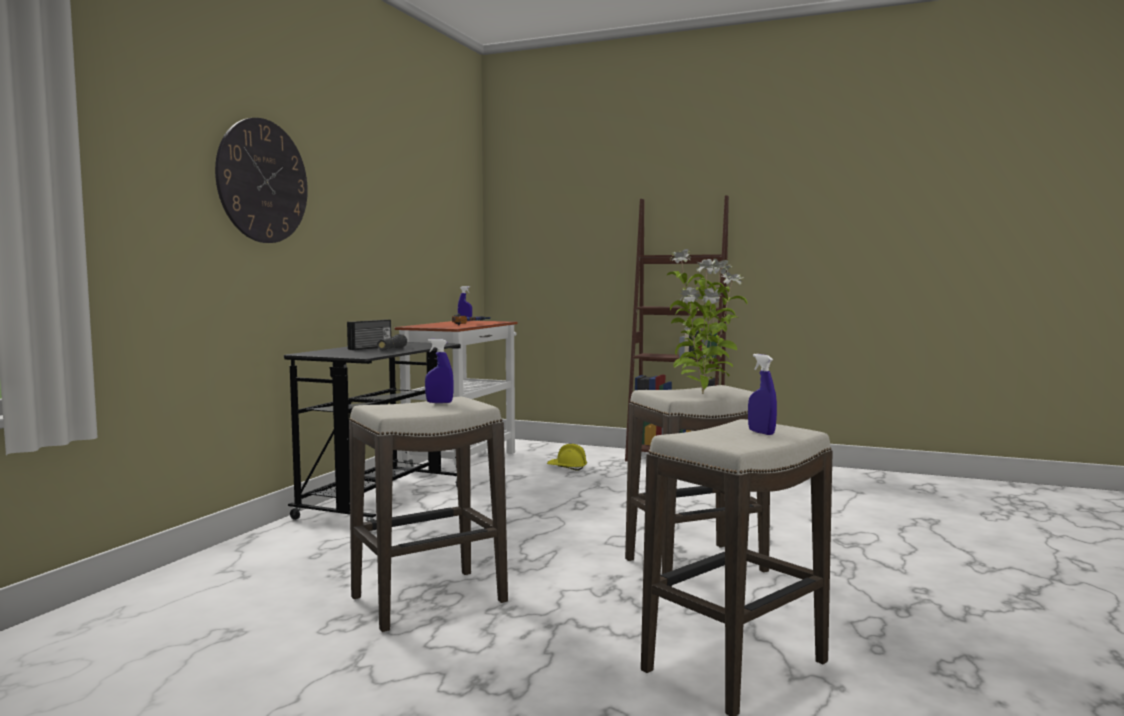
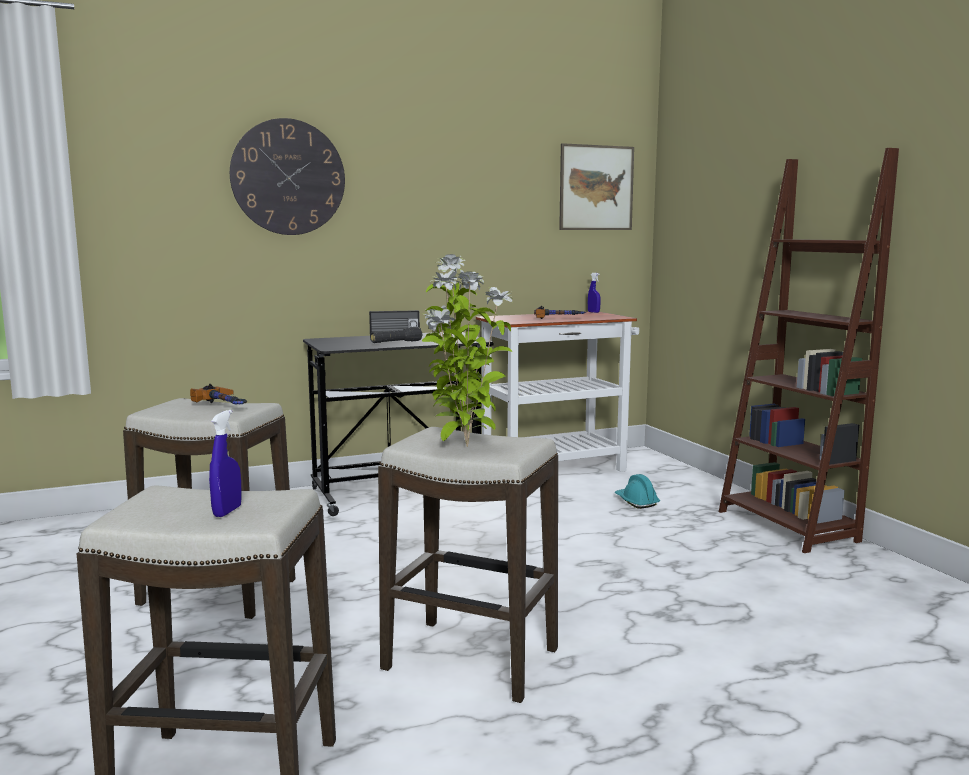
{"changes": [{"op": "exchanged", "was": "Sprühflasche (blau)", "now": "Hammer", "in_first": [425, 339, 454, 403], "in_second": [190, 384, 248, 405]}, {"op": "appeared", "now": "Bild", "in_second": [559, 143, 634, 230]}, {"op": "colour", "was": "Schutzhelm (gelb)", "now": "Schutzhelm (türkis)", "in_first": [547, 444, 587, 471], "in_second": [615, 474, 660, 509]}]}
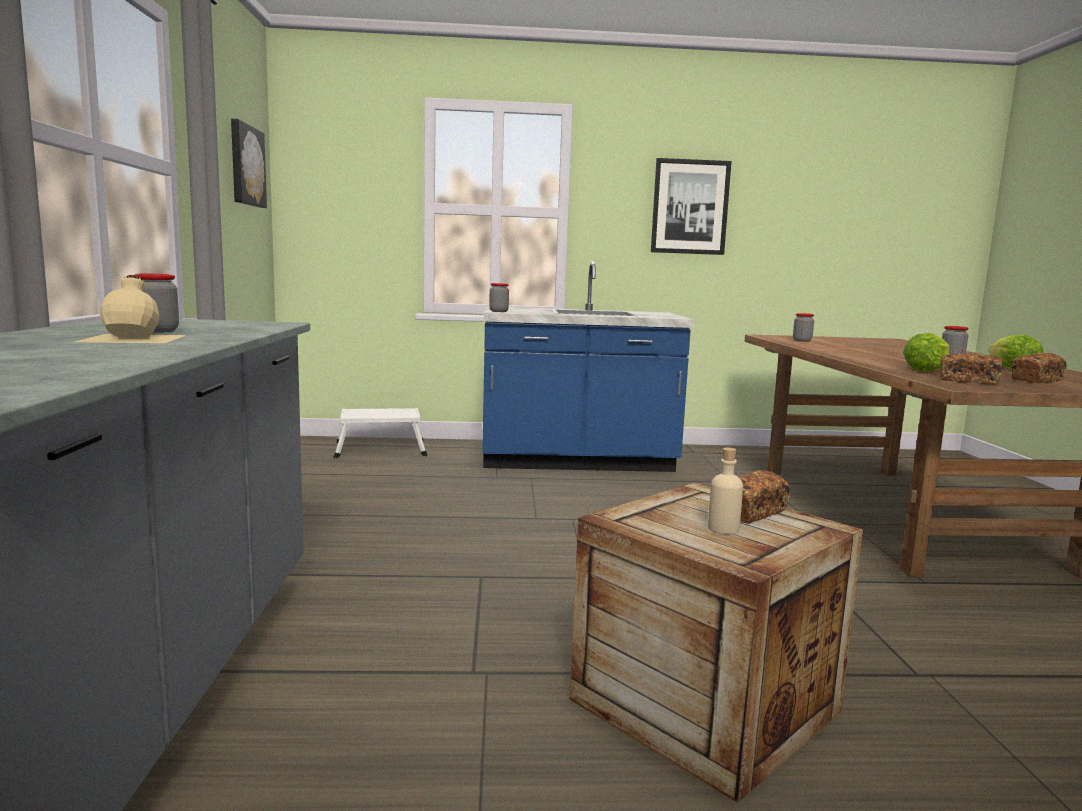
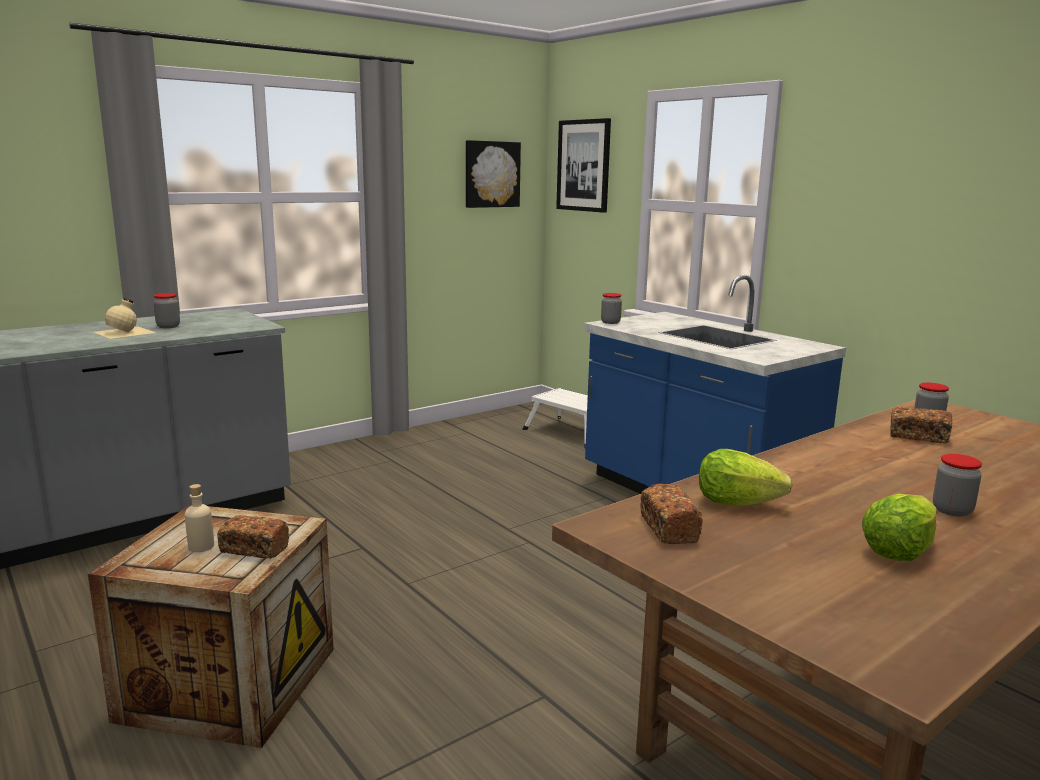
{"changes": [{"op": "relocated", "was": "Bild", "in_first": [651, 158, 732, 255], "in_second": [556, 118, 611, 213]}, {"op": "relocated", "was": "Brot", "in_first": [1011, 353, 1067, 383], "in_second": [890, 407, 952, 443]}]}
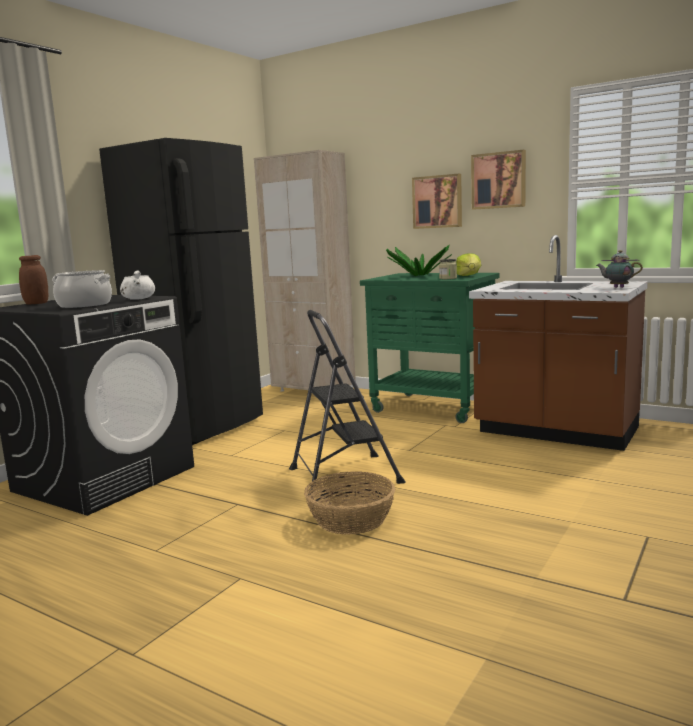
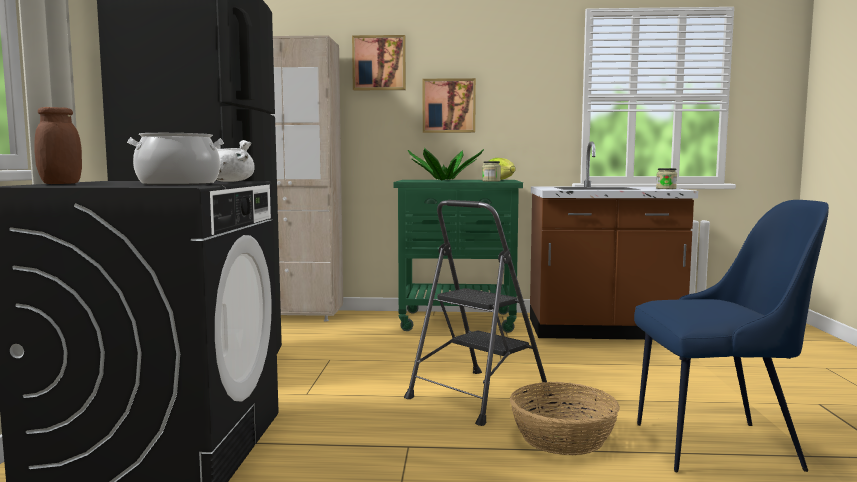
{"changes": [{"op": "relocated", "was": "Bild", "in_first": [471, 150, 526, 210], "in_second": [352, 35, 406, 90]}, {"op": "appeared", "now": "Stuhl (blau)", "in_second": [634, 200, 829, 472]}, {"op": "exchanged", "was": "Teekanne", "now": "Vorratsglas", "in_first": [596, 250, 643, 288], "in_second": [656, 168, 677, 189]}]}
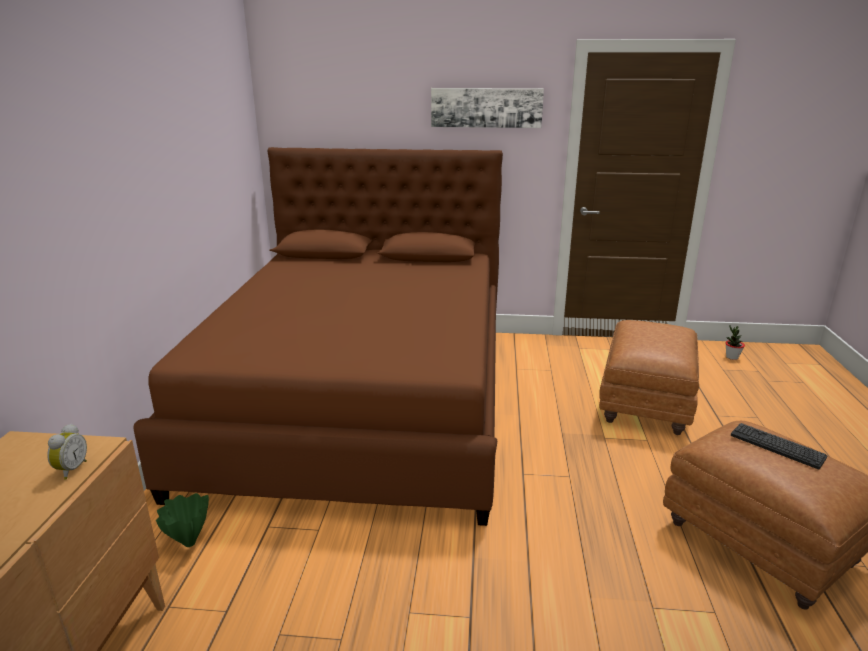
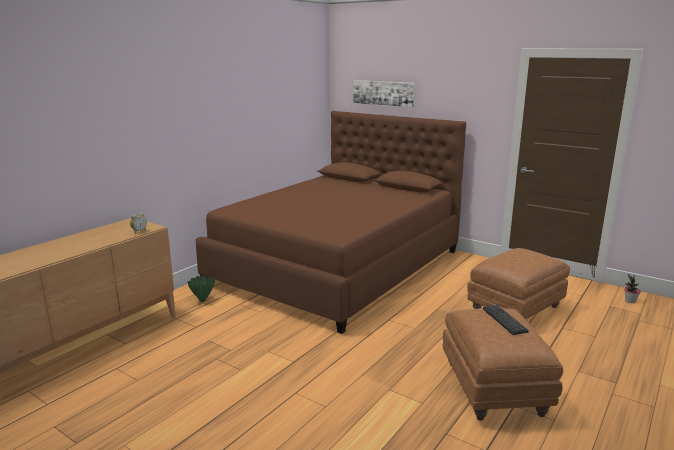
{"changes": [{"op": "relocated", "was": "Bild", "in_first": [431, 88, 544, 128], "in_second": [353, 80, 415, 107]}]}
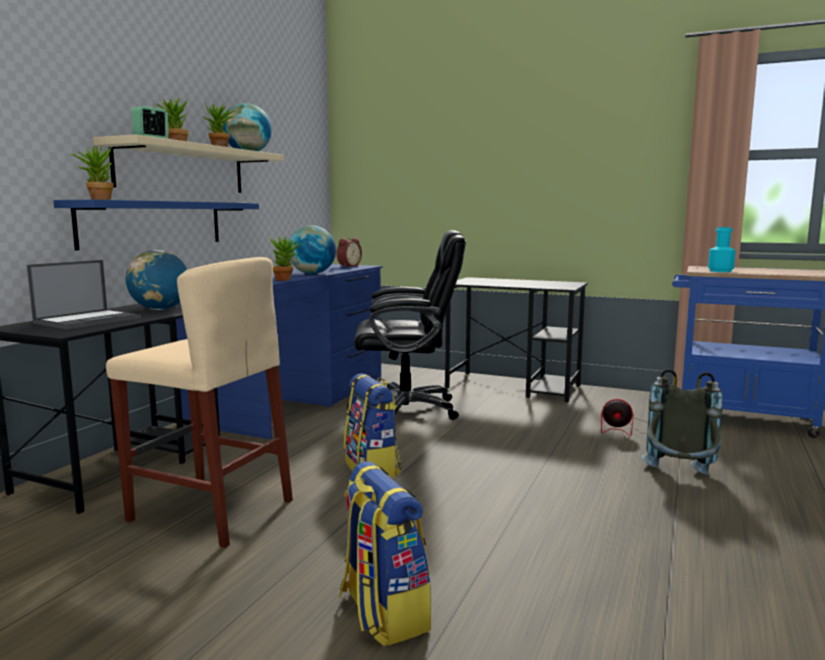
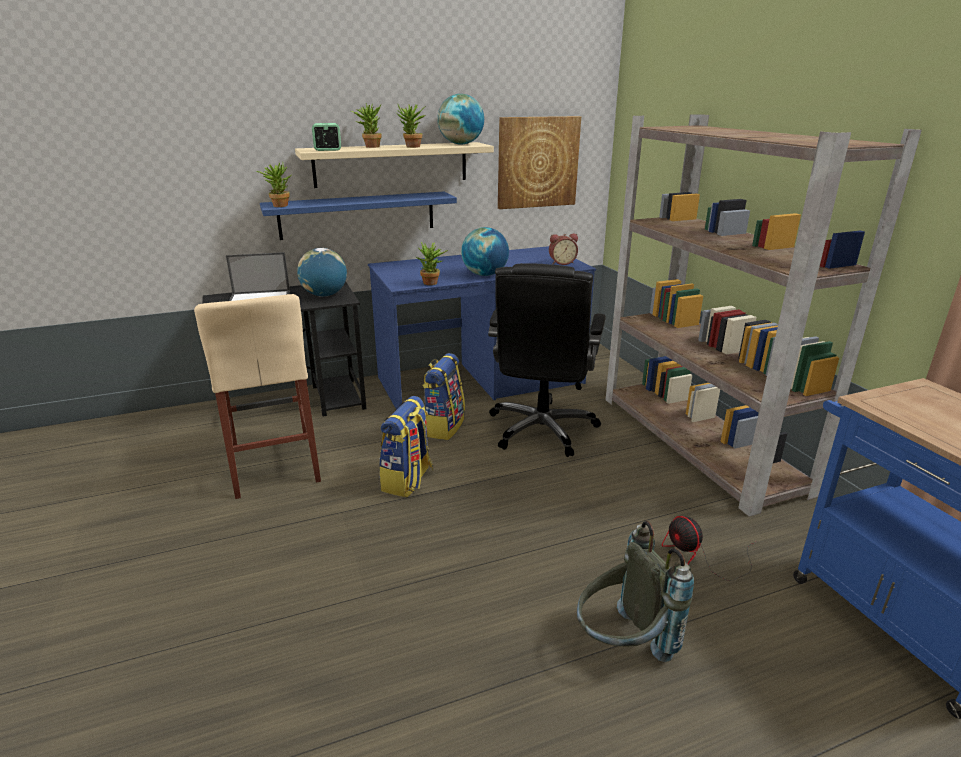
{"changes": [{"op": "relocated", "was": "Rucksack", "in_first": [339, 461, 431, 647], "in_second": [422, 353, 465, 440]}, {"op": "spun", "was": "Bürostuhl (schwarz)", "in_first": [347, 230, 466, 420], "in_second": [488, 263, 606, 457], "clockwise": 60}, {"op": "appeared", "now": "Bild", "in_second": [498, 116, 581, 209]}, {"op": "exchanged", "was": "Schreibtisch (schwarz)", "now": "Bücherregal (braun)", "in_first": [445, 277, 588, 402], "in_second": [606, 114, 922, 517]}, {"op": "missing", "was": "Flasche (türkis)", "in_first": [708, 227, 736, 272]}]}
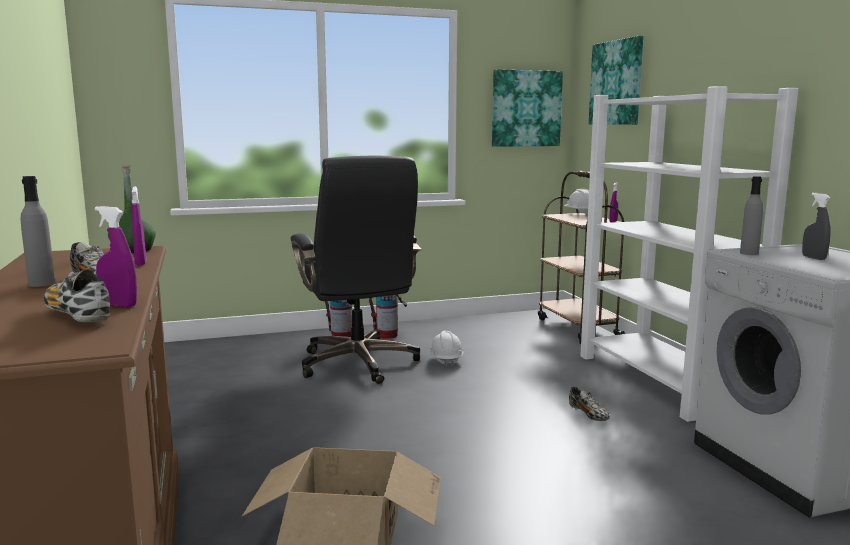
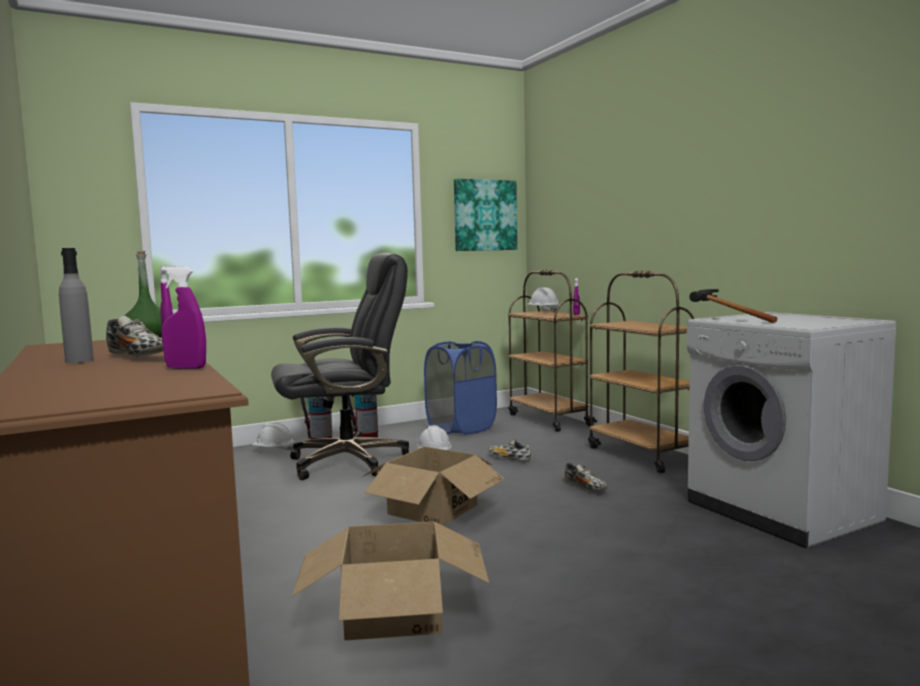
{"changes": [{"op": "appeared", "now": "Schutzhelm (weiß)", "in_second": [252, 422, 294, 451]}, {"op": "spun", "was": "Bürostuhl (schwarz)", "in_first": [290, 156, 422, 384], "in_second": [271, 253, 409, 480], "clockwise": -75}, {"op": "appeared", "now": "Karton", "in_second": [362, 447, 505, 526]}, {"op": "appeared", "now": "Wäschekorb (blau)", "in_second": [424, 341, 497, 434]}, {"op": "relocated", "was": "Schuh", "in_first": [44, 269, 110, 322], "in_second": [488, 439, 531, 461]}, {"op": "exchanged", "was": "Bücherregal (weiß)", "now": "Rollwagen (braun)", "in_first": [580, 86, 798, 422], "in_second": [588, 271, 694, 473]}, {"op": "exchanged", "was": "Flasche (grau)", "now": "Hammer", "in_first": [740, 176, 763, 255], "in_second": [689, 289, 777, 323]}, {"op": "missing", "was": "Bild", "in_first": [589, 36, 643, 125]}, {"op": "missing", "was": "Sprühflasche (grau)", "in_first": [802, 193, 831, 260]}]}
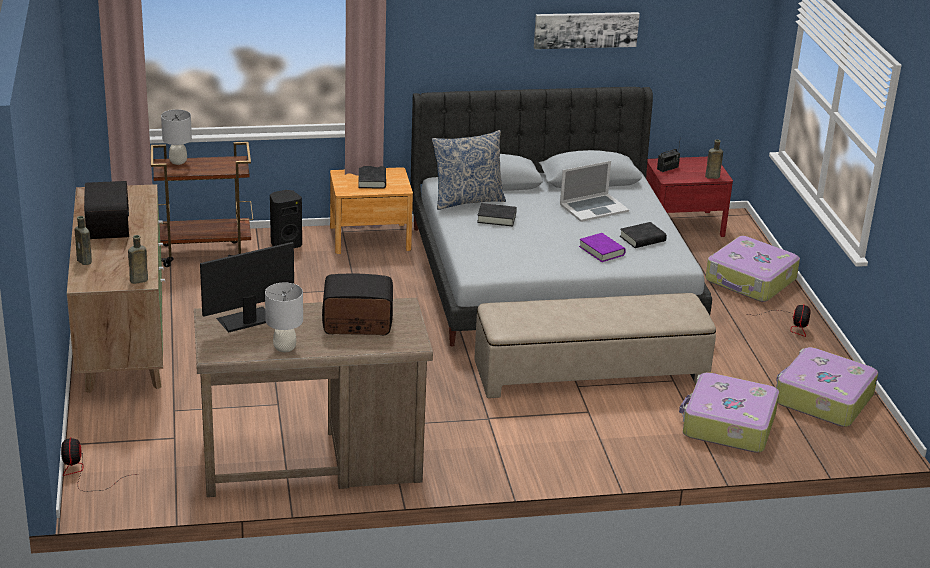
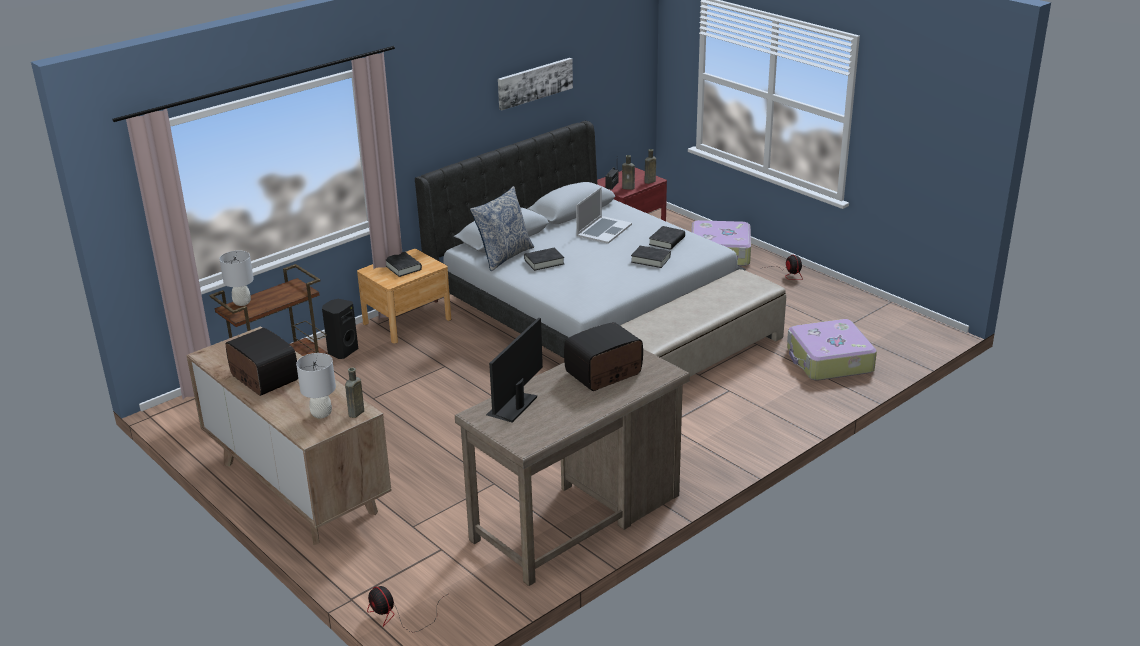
{"changes": [{"op": "relocated", "was": "Tischlampe (grau)", "in_first": [265, 283, 303, 353], "in_second": [296, 353, 336, 418]}, {"op": "relocated", "was": "Flasche (braun)", "in_first": [75, 216, 92, 265], "in_second": [622, 155, 635, 190]}, {"op": "colour", "was": "Buch (lila)", "now": "Buch (schwarz)", "in_first": [579, 233, 626, 262], "in_second": [631, 246, 671, 268]}, {"op": "missing", "was": "Koffer", "in_first": [776, 347, 878, 427]}]}
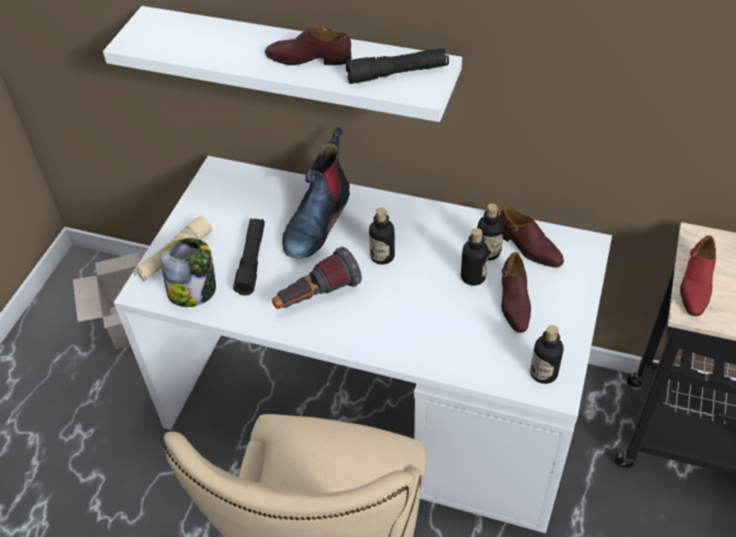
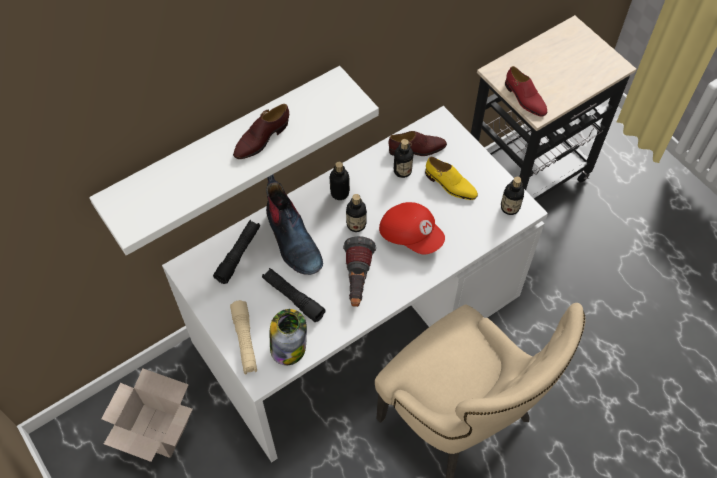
{"changes": [{"op": "relocated", "was": "Taschenlampe (schwarz)", "in_first": [346, 48, 449, 84], "in_second": [213, 220, 260, 284]}, {"op": "relocated", "was": "Flasche", "in_first": [461, 228, 489, 286], "in_second": [329, 162, 350, 200]}, {"op": "appeared", "now": "Kappe (rot)", "in_second": [379, 202, 445, 254]}, {"op": "colour", "was": "Schuh (braun)", "now": "Schuh (gelb)", "in_first": [501, 252, 531, 333], "in_second": [425, 157, 478, 200]}]}
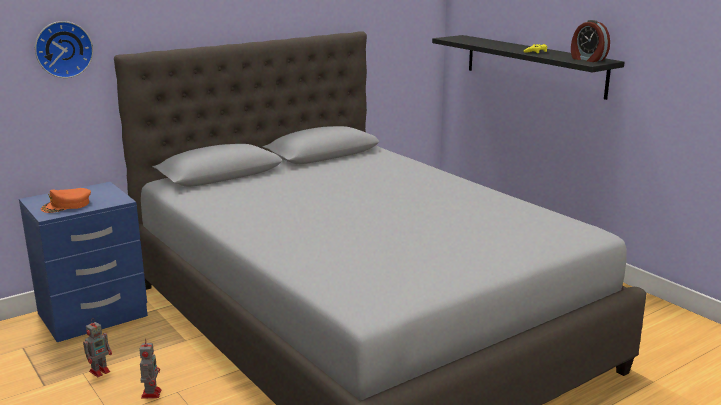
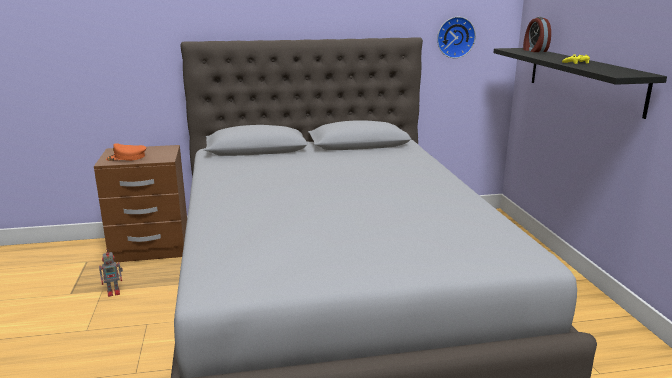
{"changes": [{"op": "colour", "was": "Nachttisch (blau)", "now": "Nachttisch (braun)", "in_first": [19, 182, 148, 342], "in_second": [94, 145, 187, 262]}, {"op": "relocated", "was": "Wanduhr", "in_first": [35, 21, 93, 78], "in_second": [437, 17, 476, 58]}, {"op": "relocated", "was": "Wecker", "in_first": [571, 20, 610, 62], "in_second": [523, 17, 551, 52]}, {"op": "missing", "was": "Spielzeugroboter", "in_first": [139, 343, 162, 399]}]}
